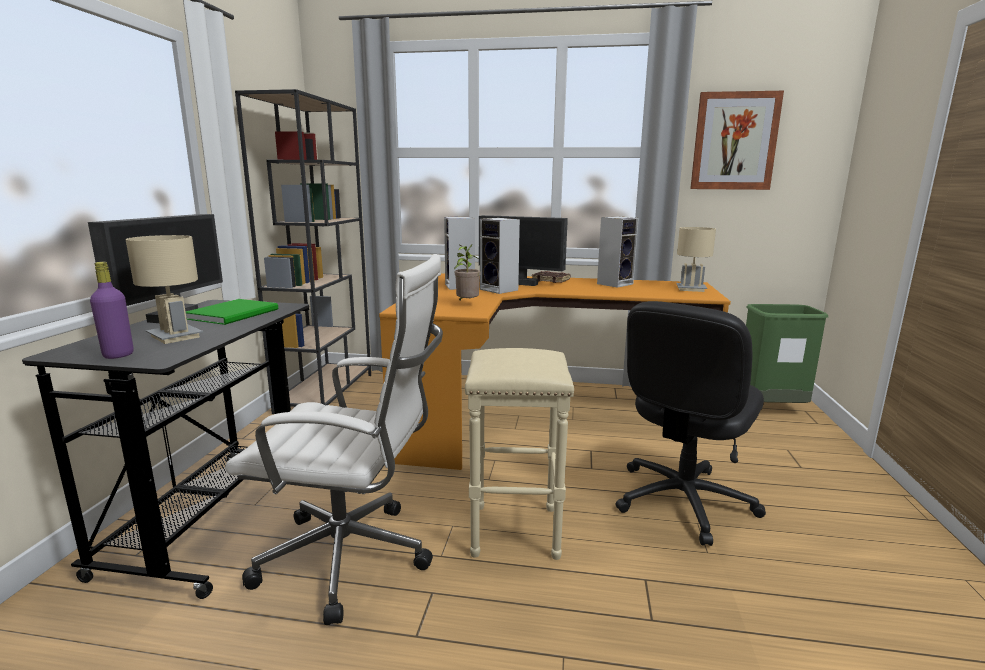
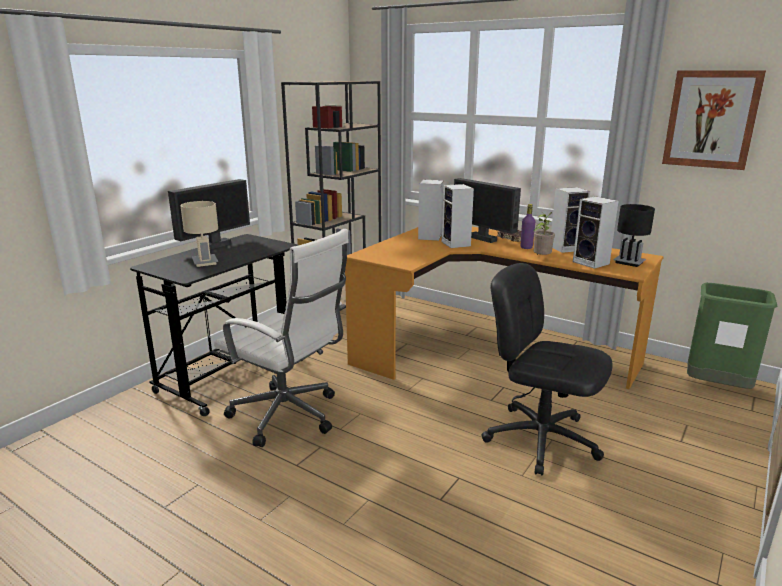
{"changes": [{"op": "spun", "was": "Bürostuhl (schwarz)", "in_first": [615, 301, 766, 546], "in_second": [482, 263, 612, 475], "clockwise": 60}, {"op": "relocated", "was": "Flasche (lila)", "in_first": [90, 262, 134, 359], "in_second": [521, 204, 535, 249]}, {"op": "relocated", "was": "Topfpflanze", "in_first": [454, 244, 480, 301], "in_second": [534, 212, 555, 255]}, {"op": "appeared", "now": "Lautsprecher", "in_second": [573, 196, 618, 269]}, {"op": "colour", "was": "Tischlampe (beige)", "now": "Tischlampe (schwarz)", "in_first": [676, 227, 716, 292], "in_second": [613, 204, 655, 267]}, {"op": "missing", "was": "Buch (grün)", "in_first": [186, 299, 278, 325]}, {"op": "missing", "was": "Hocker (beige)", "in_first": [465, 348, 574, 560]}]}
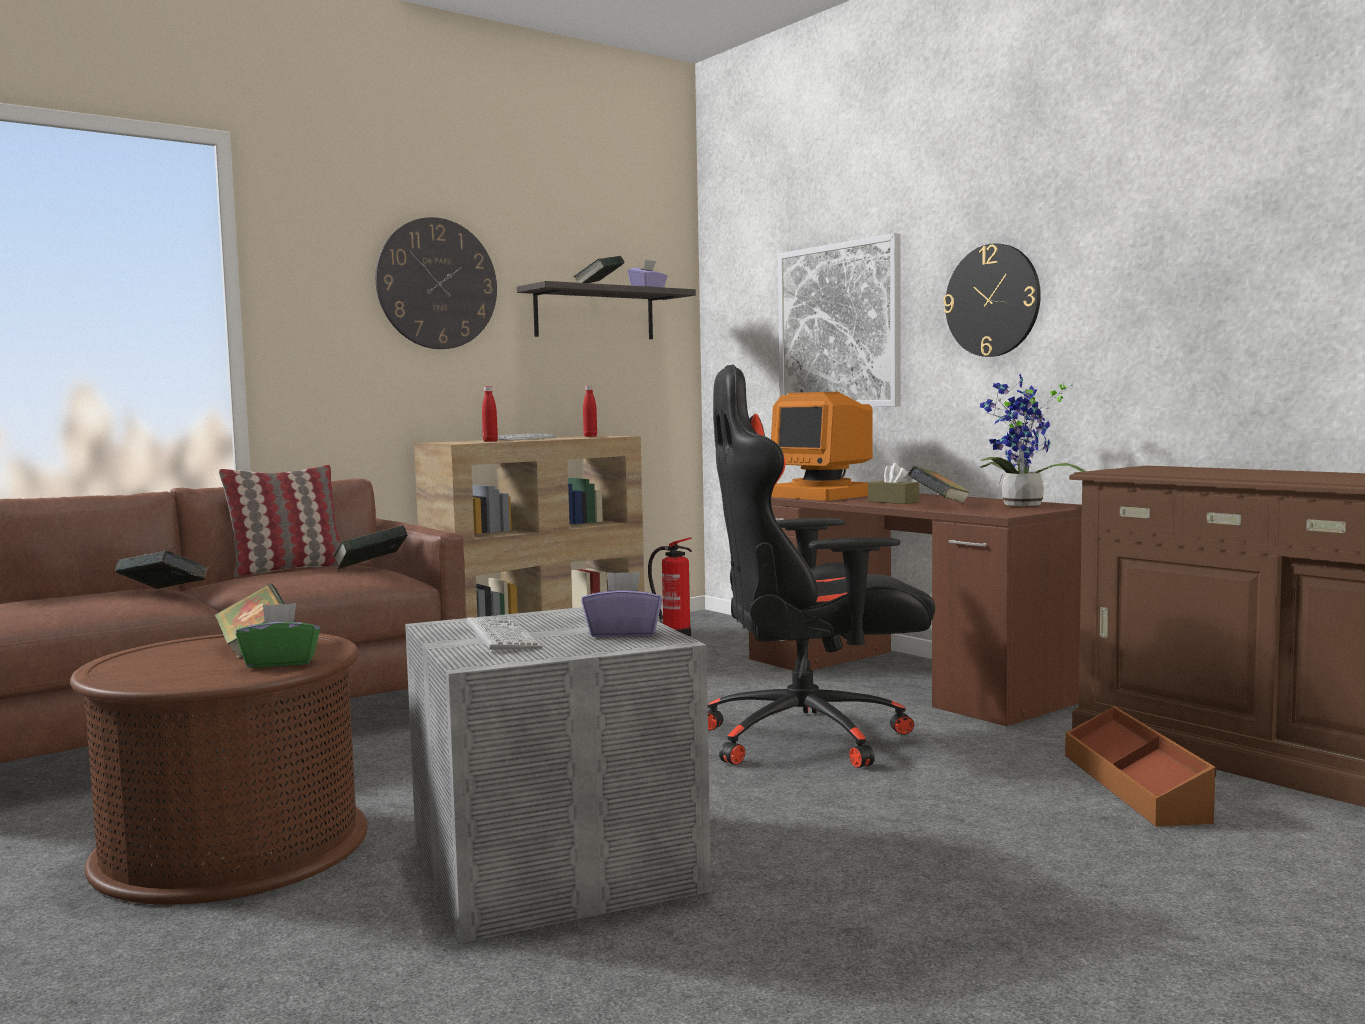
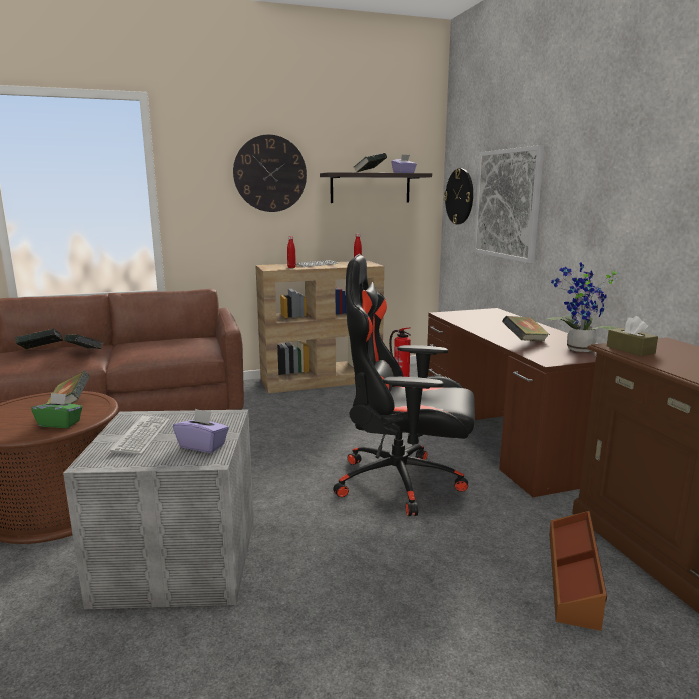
{"changes": [{"op": "relocated", "was": "Buch", "in_first": [333, 525, 407, 569], "in_second": [15, 329, 63, 349]}, {"op": "relocated", "was": "Wanduhr", "in_first": [943, 244, 1041, 357], "in_second": [444, 168, 473, 224]}, {"op": "relocated", "was": "Taschentuchbox (braun)", "in_first": [868, 463, 919, 504], "in_second": [607, 316, 658, 356]}, {"op": "missing", "was": "Kissen", "in_first": [219, 465, 340, 577]}, {"op": "missing", "was": "Monitor", "in_first": [771, 392, 873, 501]}]}
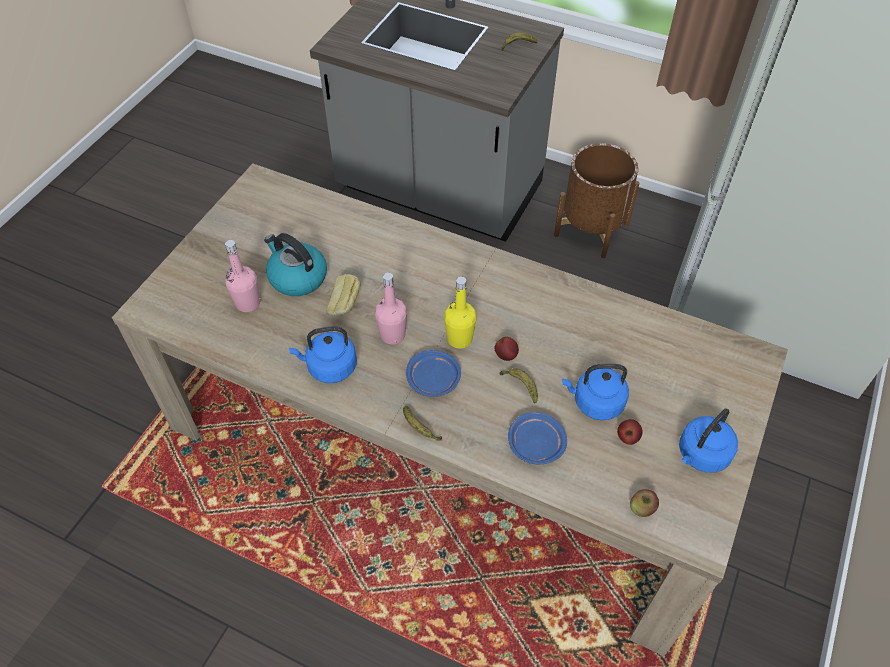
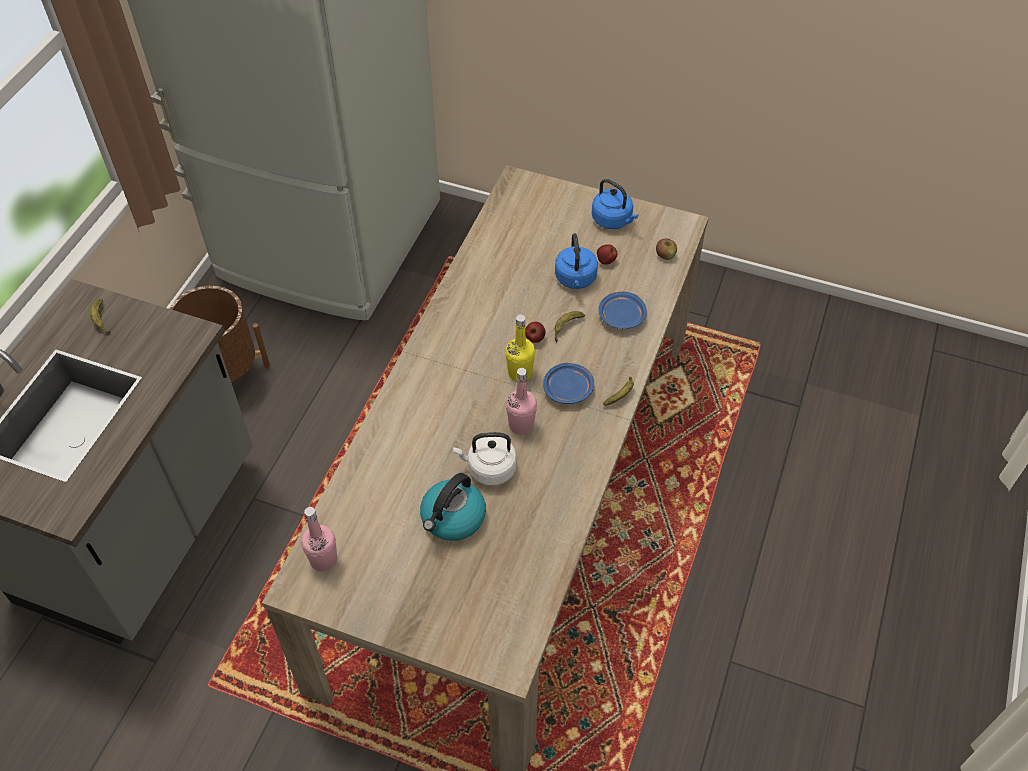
{"changes": [{"op": "relocated", "was": "Flasche (rosa)", "in_first": [225, 240, 261, 312], "in_second": [301, 507, 337, 571]}, {"op": "exchanged", "was": "Brot", "now": "Wasserkessel (weiß)", "in_first": [326, 274, 361, 316], "in_second": [453, 432, 517, 486]}, {"op": "missing", "was": "Wasserkessel (blau)", "in_first": [289, 326, 357, 383]}]}
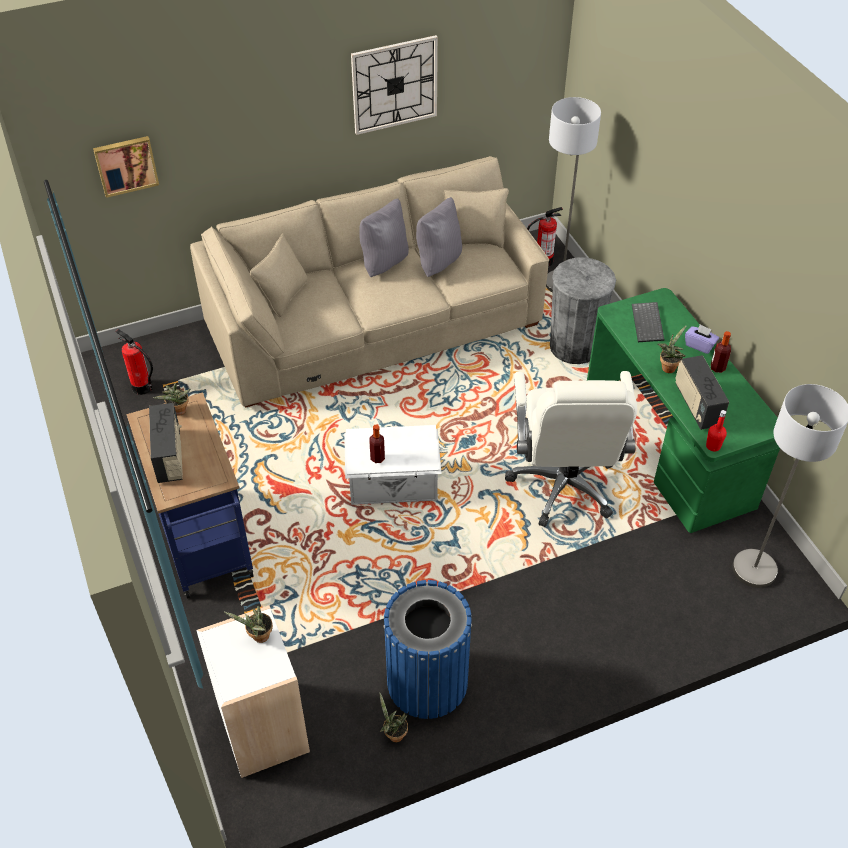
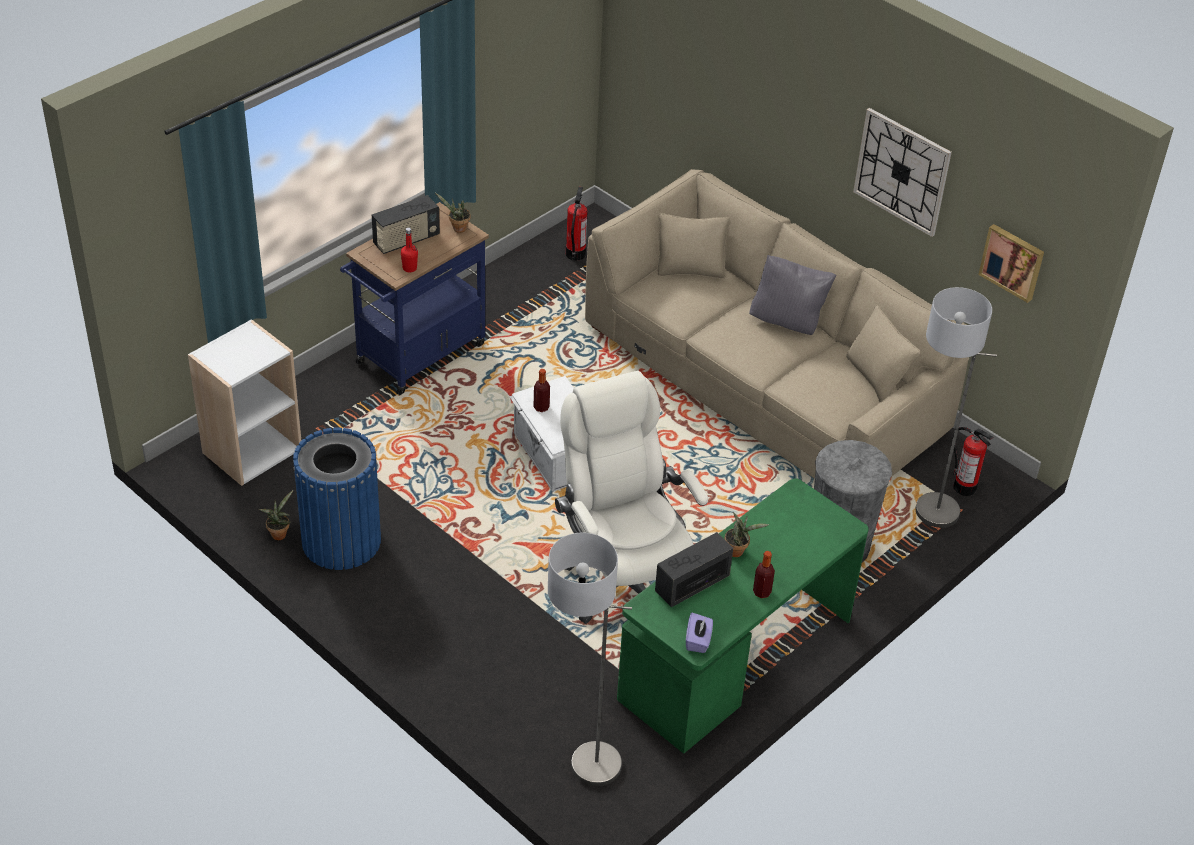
{"changes": [{"op": "relocated", "was": "Flasche (rot)", "in_first": [706, 410, 727, 451], "in_second": [401, 227, 418, 272]}, {"op": "spun", "was": "Bürostuhl (weiß)", "in_first": [505, 371, 637, 527], "in_second": [555, 371, 708, 624], "clockwise": 90}, {"op": "relocated", "was": "Taschentuchbox (lila)", "in_first": [685, 324, 719, 354], "in_second": [686, 613, 713, 653]}, {"op": "relocated", "was": "Bild", "in_first": [93, 136, 159, 198], "in_second": [978, 224, 1044, 303]}, {"op": "missing", "was": "Topfpflanze", "in_first": [224, 606, 273, 643]}, {"op": "missing", "was": "Kissen (grau)", "in_first": [416, 197, 462, 277]}, {"op": "missing", "was": "Tastatur", "in_first": [632, 302, 664, 342]}]}
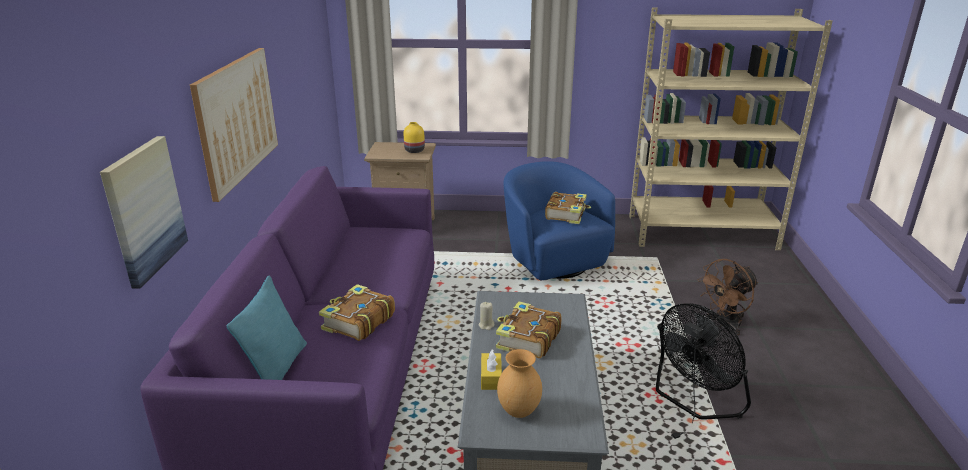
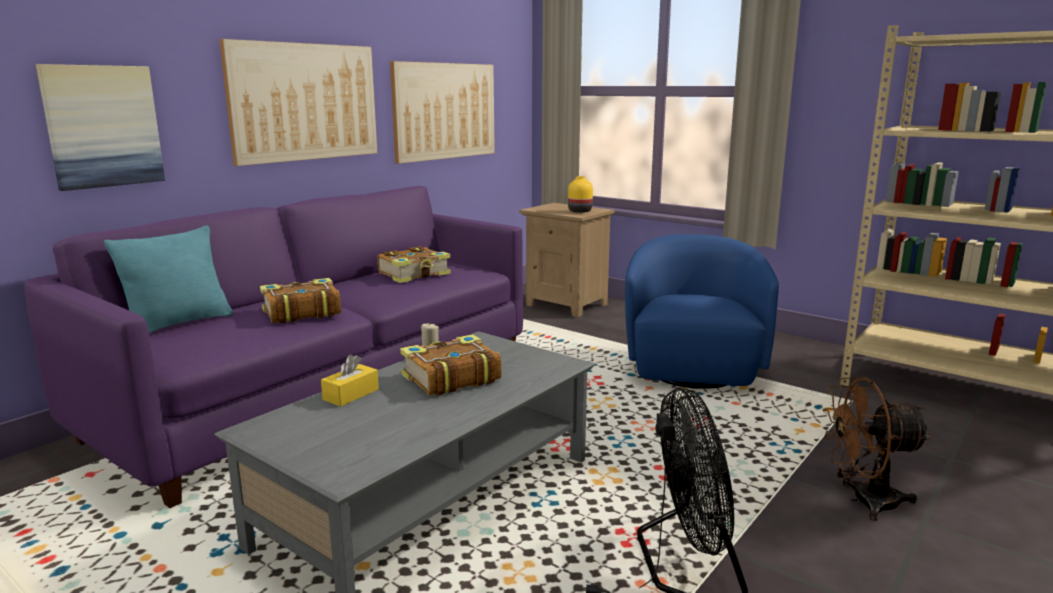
{"changes": [{"op": "relocated", "was": "Buch", "in_first": [545, 192, 591, 224], "in_second": [377, 246, 451, 283]}, {"op": "appeared", "now": "Bild", "in_second": [390, 61, 495, 164]}, {"op": "missing", "was": "Vase (braun)", "in_first": [497, 349, 542, 418]}]}
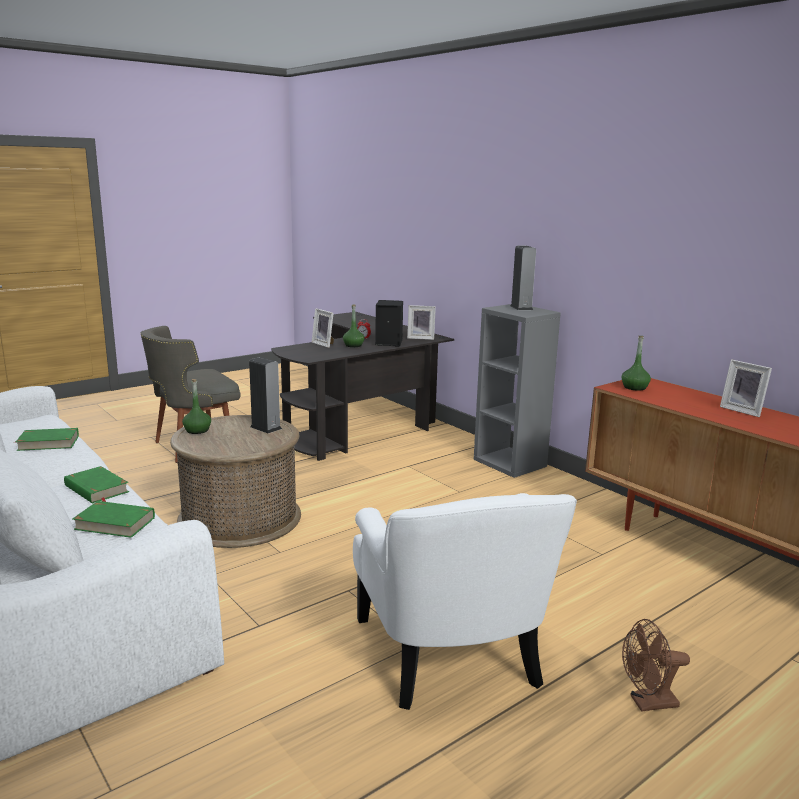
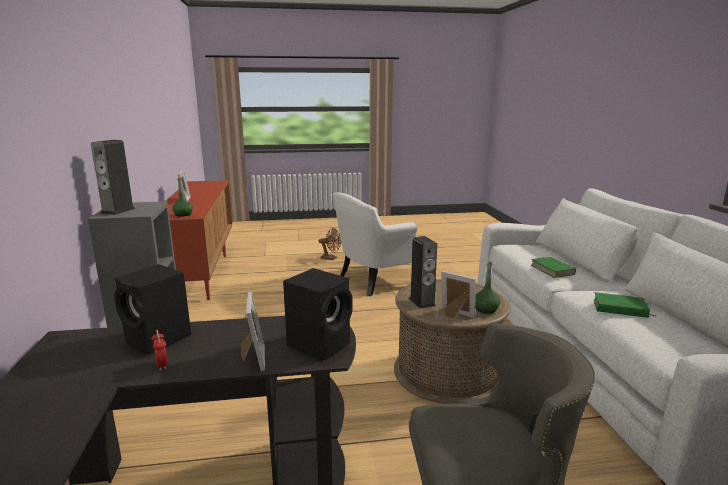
{"changes": [{"op": "appeared", "now": "Lautsprecher (schwarz)", "in_second": [283, 268, 353, 361]}, {"op": "spun", "was": "Sessel (weiß)", "in_first": [353, 493, 577, 710], "in_second": [333, 192, 418, 296], "clockwise": -135}, {"op": "relocated", "was": "Bilderrahmen", "in_first": [407, 305, 436, 340], "in_second": [441, 271, 476, 318]}, {"op": "missing", "was": "Buch (grün)", "in_first": [72, 501, 155, 538]}, {"op": "missing", "was": "Flasche (grün)", "in_first": [343, 304, 364, 347]}]}
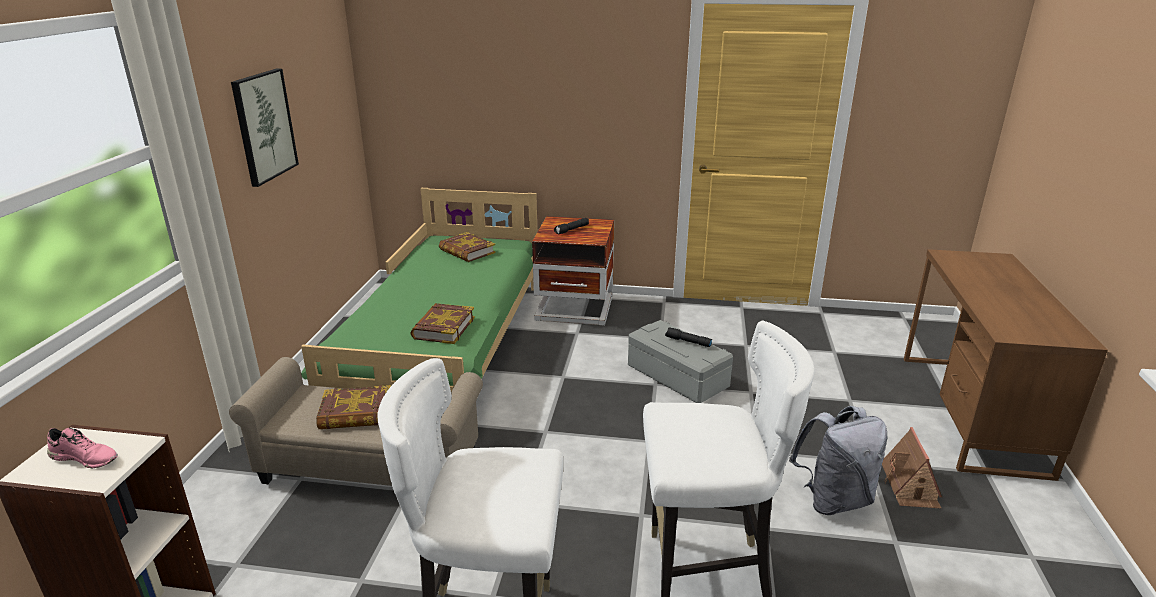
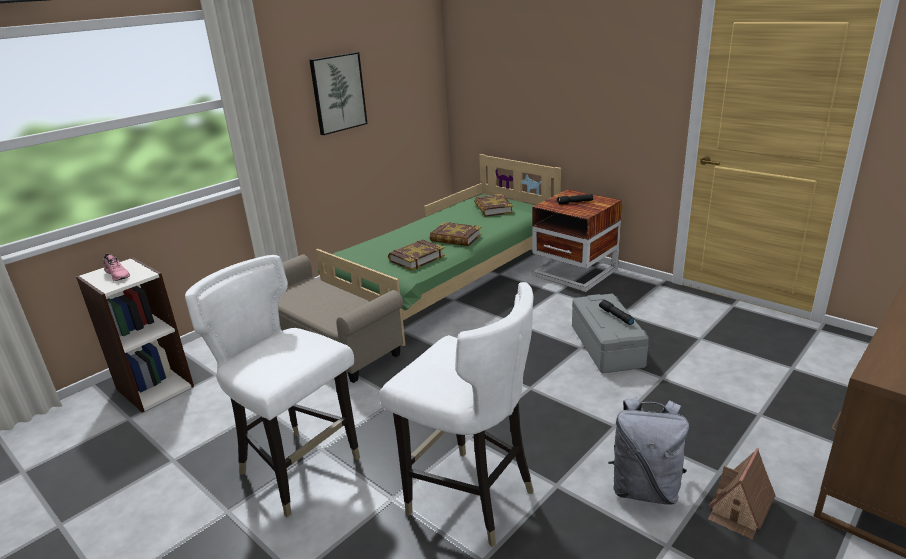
{"changes": [{"op": "relocated", "was": "Buch", "in_first": [316, 385, 391, 429], "in_second": [430, 222, 481, 246]}]}
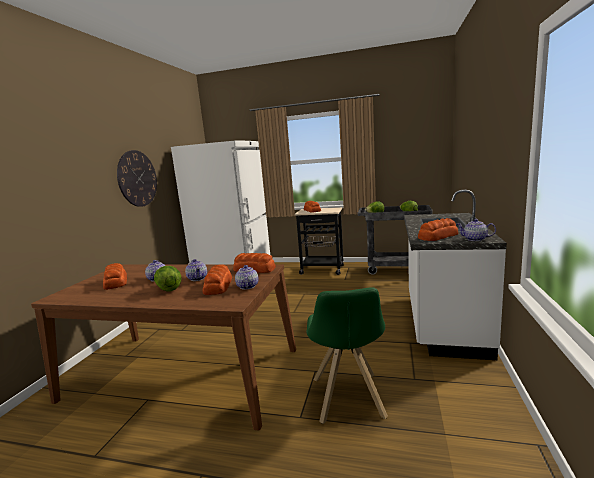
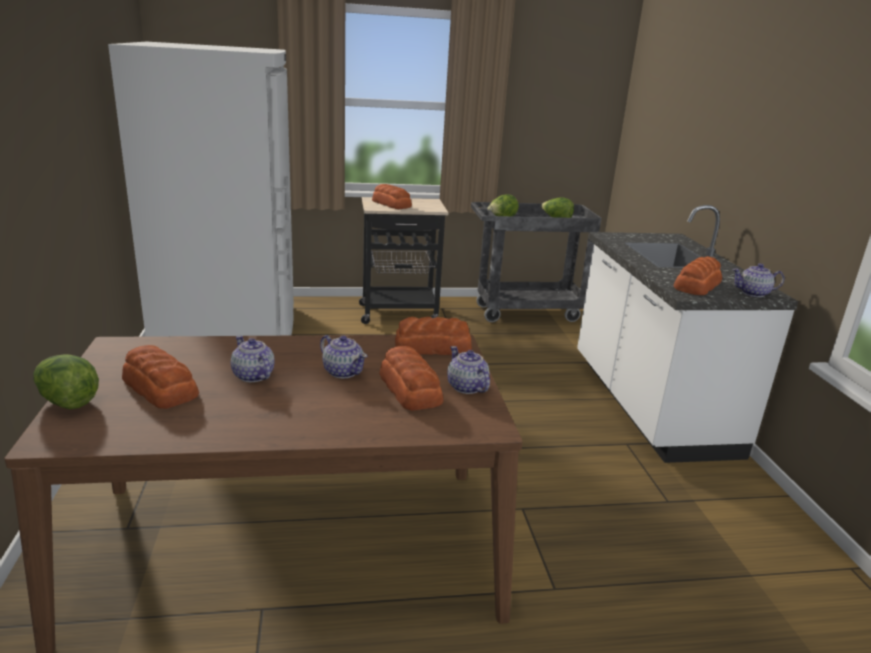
{"changes": [{"op": "relocated", "was": "Salatkopf", "in_first": [154, 266, 182, 292], "in_second": [33, 354, 99, 409]}, {"op": "missing", "was": "Wanduhr", "in_first": [117, 150, 157, 207]}, {"op": "missing", "was": "Stuhl (grün)", "in_first": [307, 287, 388, 424]}]}
